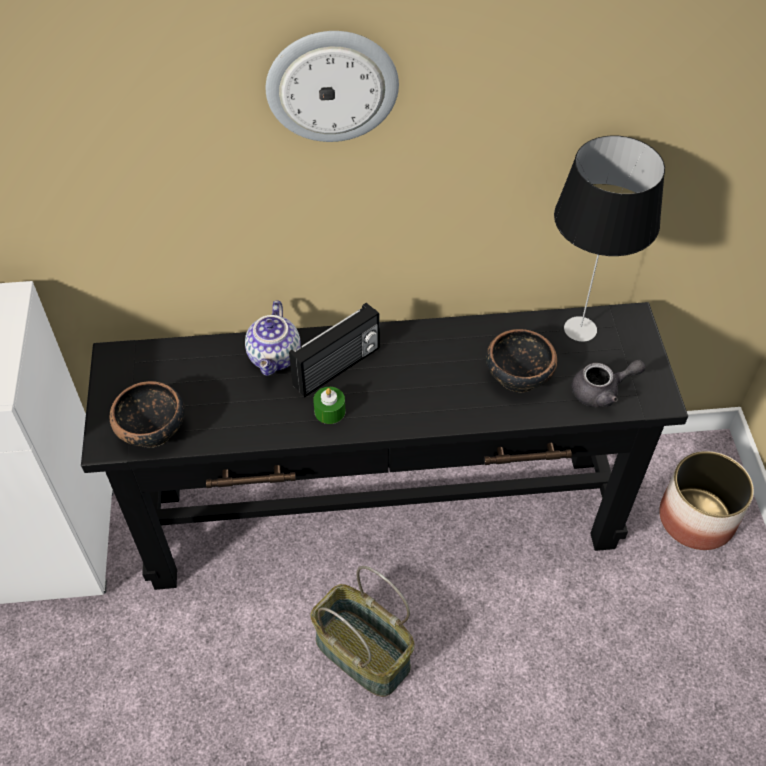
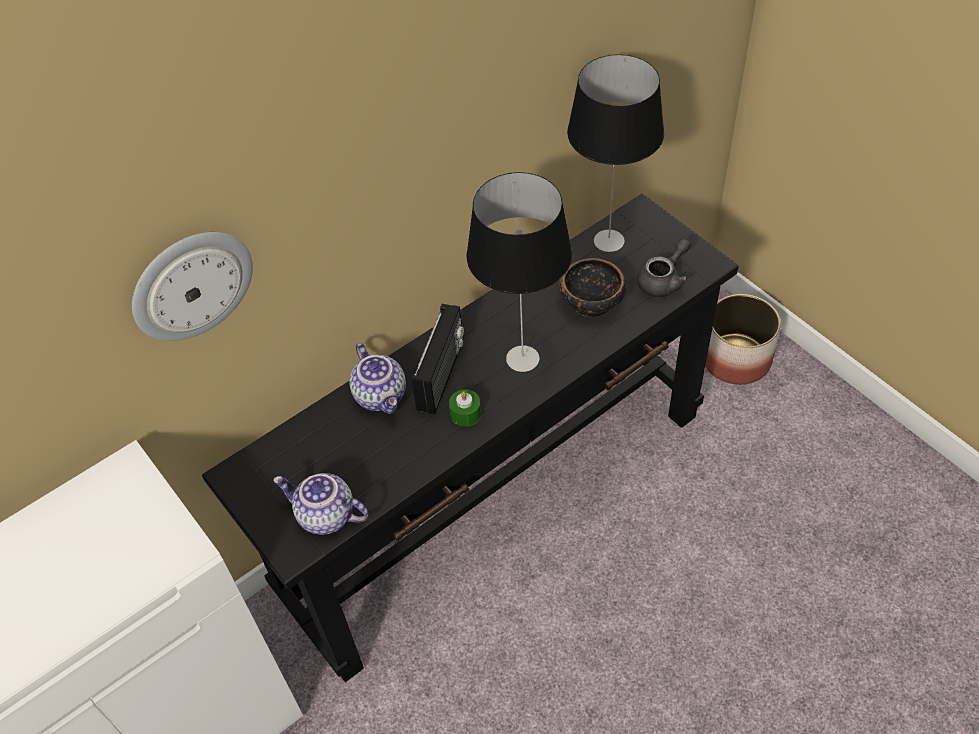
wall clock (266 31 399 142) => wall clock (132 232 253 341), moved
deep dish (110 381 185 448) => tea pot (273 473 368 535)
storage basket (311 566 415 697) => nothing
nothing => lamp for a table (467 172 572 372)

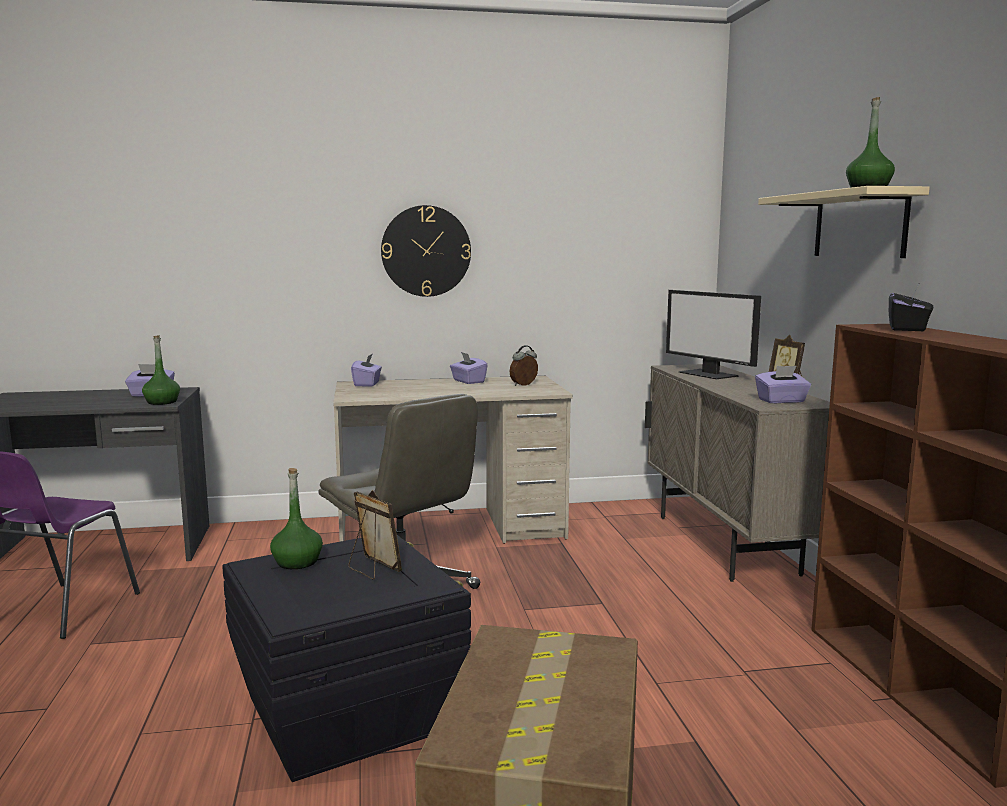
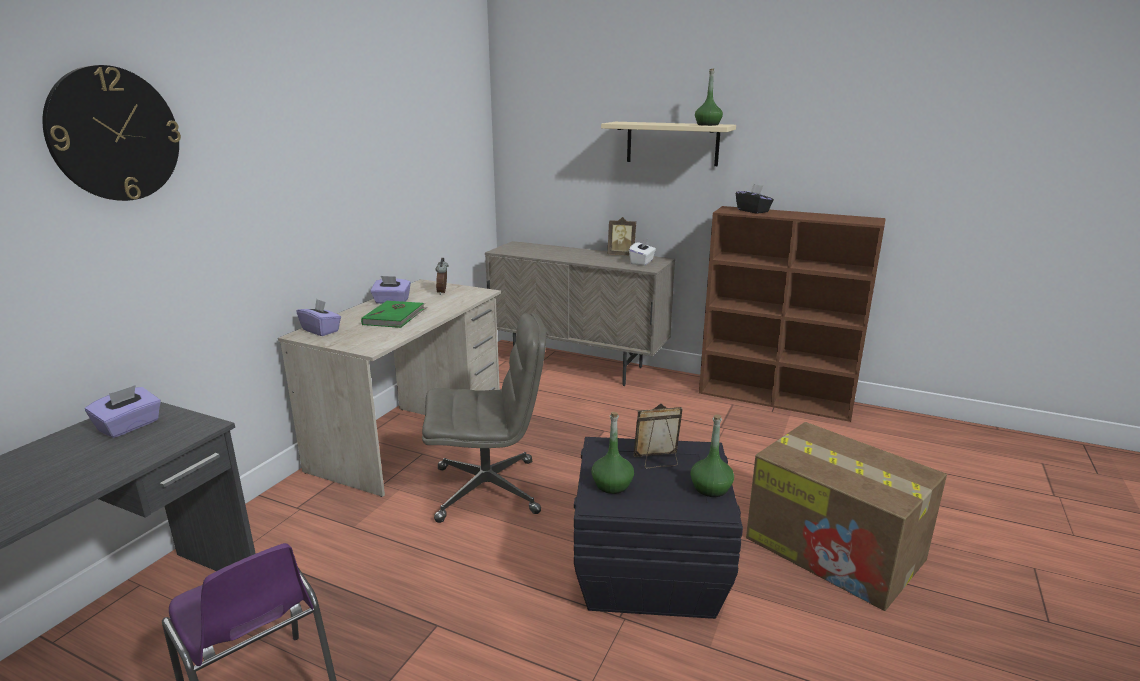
wall clock (381 205 471 297) => wall clock (42 65 181 201), moved
computer screen (666 290 761 379) => nothing
beverage bottle (green) (142 336 180 405) => beverage bottle (green) (690 414 734 497), moved
tissue box (purple) (755 366 811 403) => tissue box (white-coloured) (629 238 656 266)
nothing => book (green) (361 300 427 328)

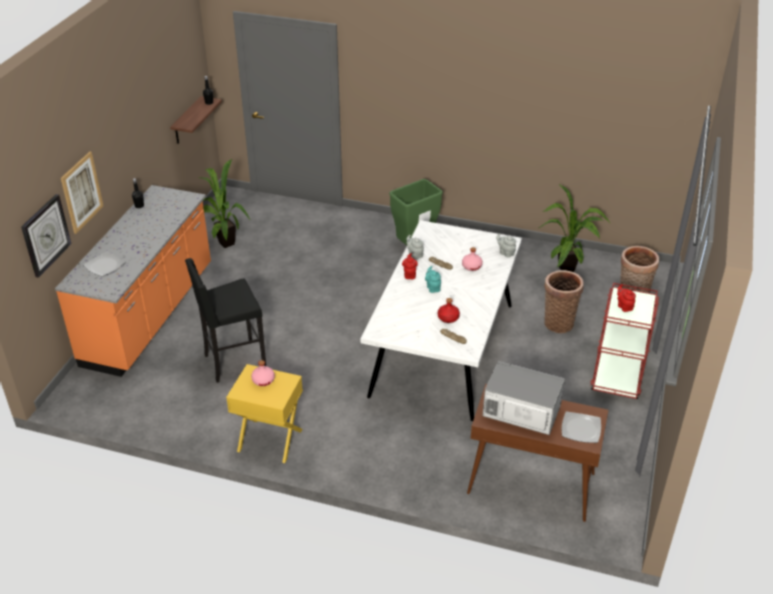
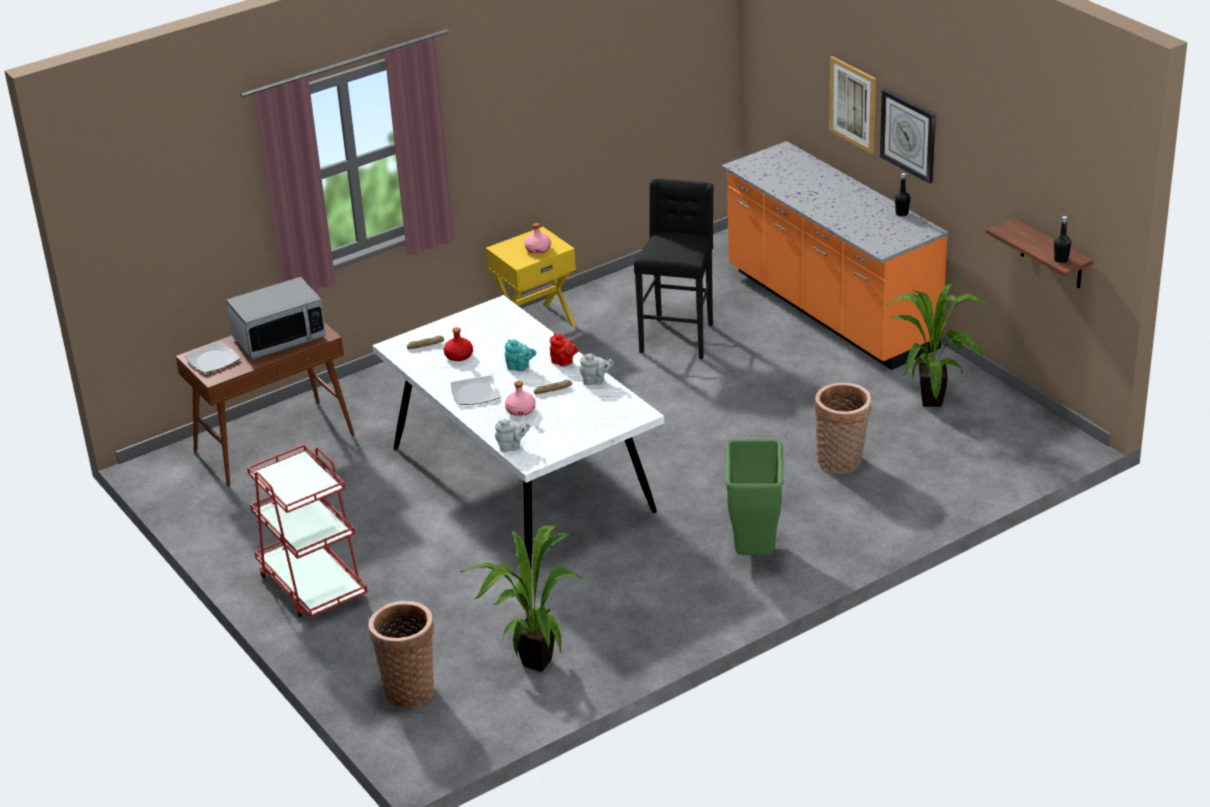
wall clock (21 194 71 278) => wall clock (880 89 936 184), moved
dinner plate (83 252 125 276) => dinner plate (451 375 500 405), moved
storage basket (544 270 584 333) => storage basket (814 383 871 474), moved
tea pot (reddish) (617 284 636 312) => nothing

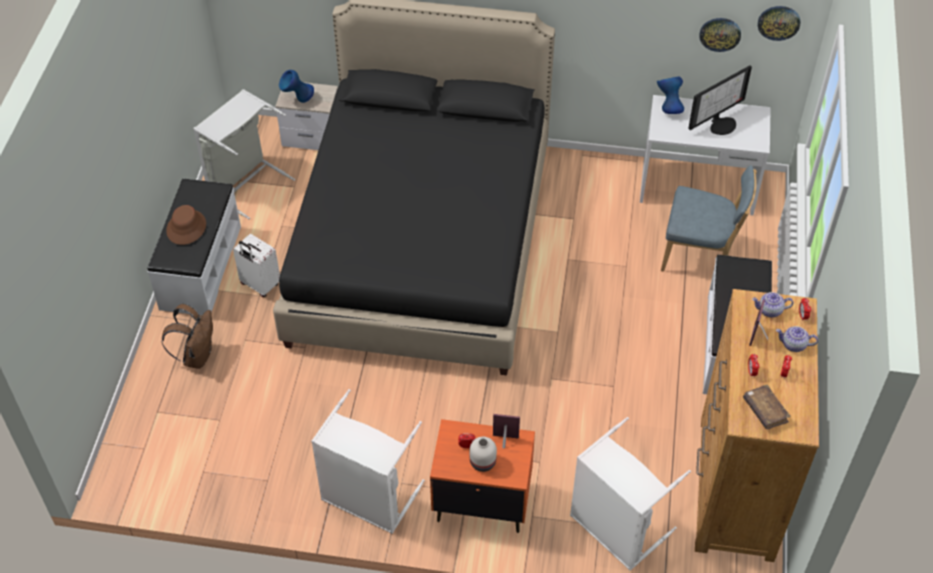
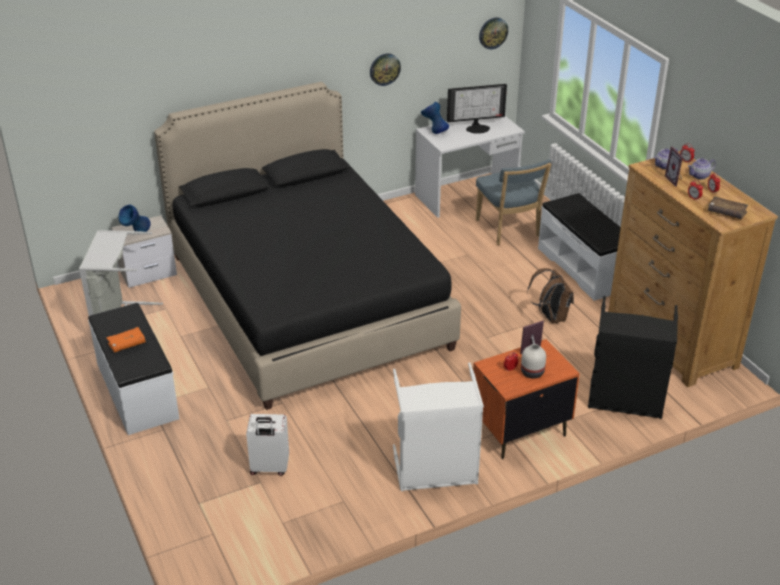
wall clock (699 18 741 52) => wall clock (370 54 401 86), moved
computer screen (688 65 752 135) => computer screen (447 84 507 134), 60 degrees clockwise
upright chair (blue) (661 165 757 272) => upright chair (blue) (476 159 551 245), 90 degrees clockwise
clothing hat (brown) (166 205 206 245) => book (orange) (106 327 146 353)
piece of luggage (white-coloured) (233 234 280 297) => piece of luggage (white-coloured) (246 414 289 476), moved
rucksack (brown) (162 304 213 369) => rucksack (brown) (527 268 574 324), moved
hamper (white-coloured) (570 417 691 571) => hamper (blackish) (588 296 678 419)

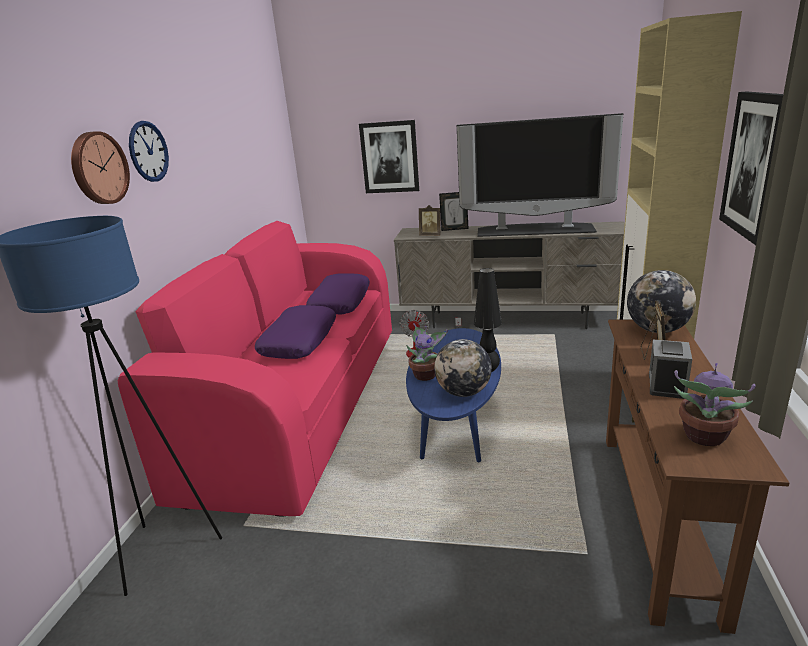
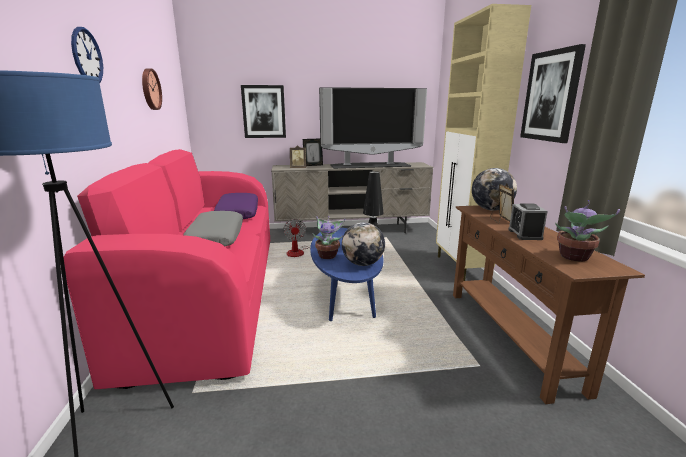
wall clock (71 131 130 204) => wall clock (142 68 162 110), moved
pillow (purple) (255 305 336 359) => pillow (greyish) (183 211 243 246)

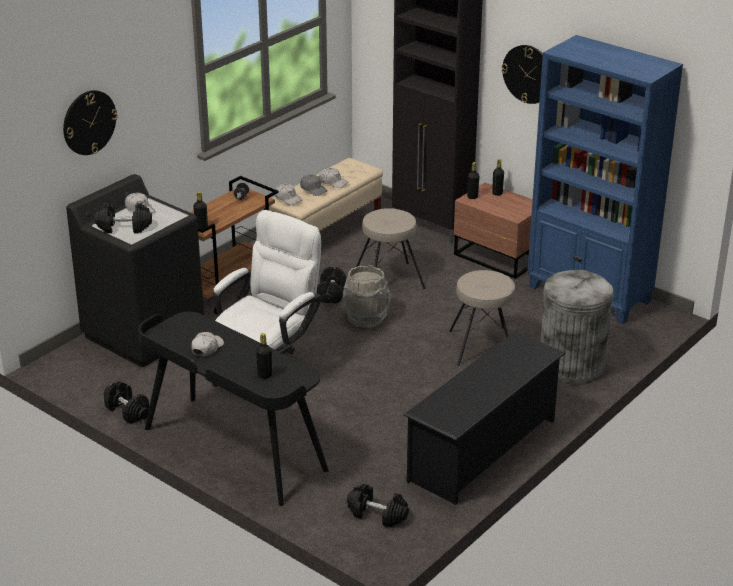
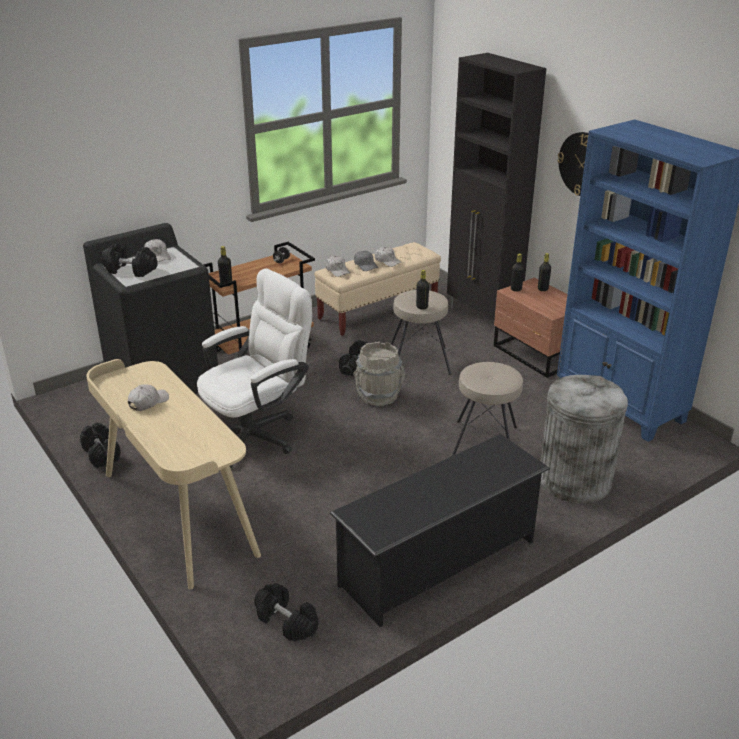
wall clock (63 90 118 155) => nothing
desk unit (blackish) (138 312 329 506) => desk unit (beige-coloured) (86 359 261 589)
beverage bottle (blackish) (256 333 272 378) => beverage bottle (blackish) (416 270 429 310), moved

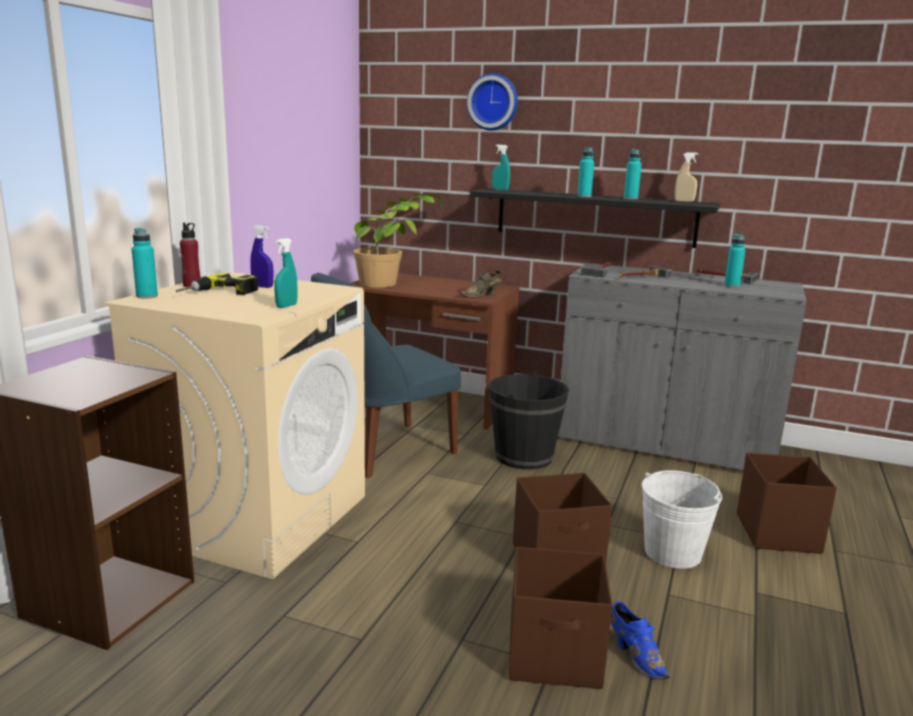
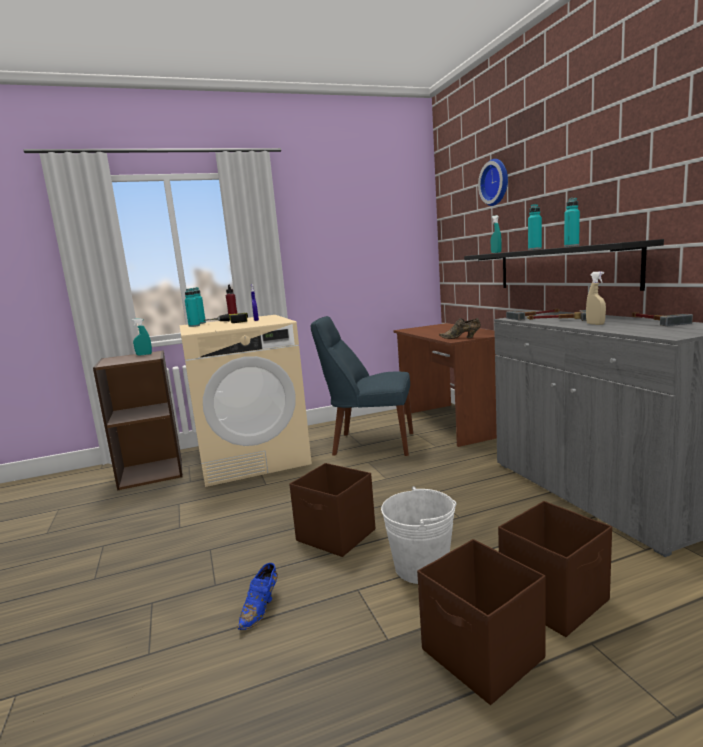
sprayer (beige-coloured) (675 152 699 202) => sprayer (beige-coloured) (586 271 606 325), moved
plant in a pot (353 193 444 288) => nothing
beverage bottle (blue-green) (724 234 746 287) => beverage bottle (blue-green) (185 288 200 327), moved
sprayer (blue-green) (274 238 297 308) => sprayer (blue-green) (131 318 152 355), moved
pail (blackish) (489 371 569 469) => nothing
storage bin (brown) (509 547 612 689) => storage bin (brown) (417 539 546 705), moved

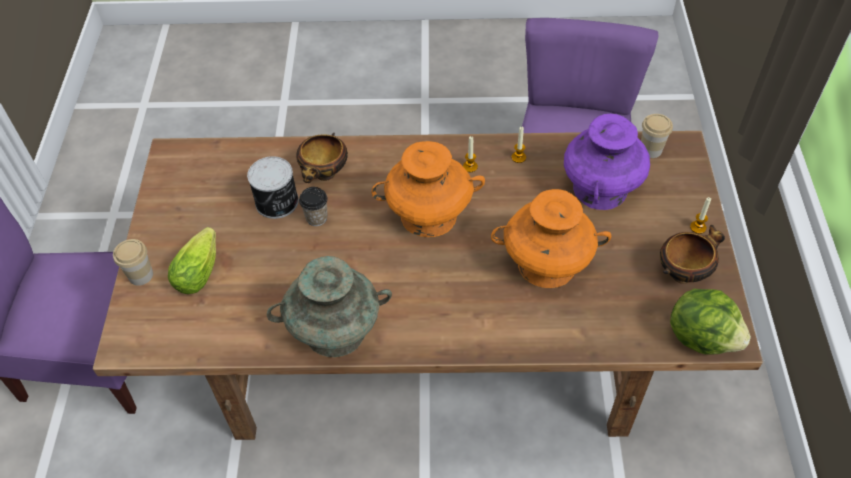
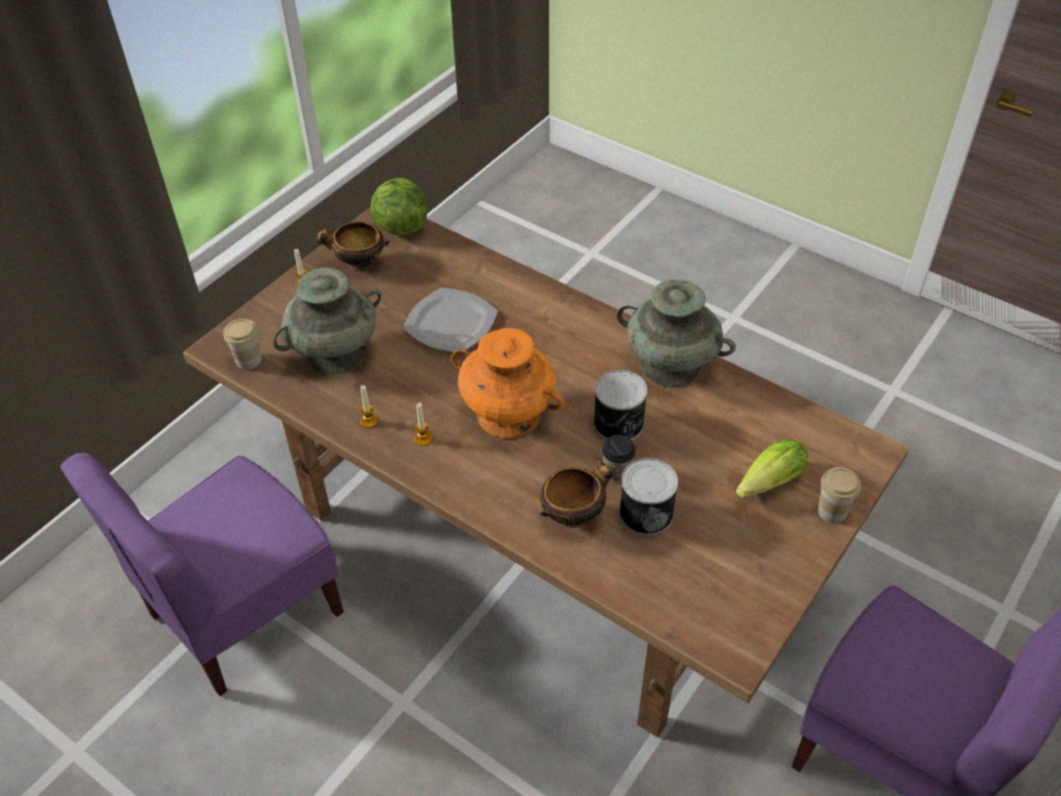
flower vase (purple) (564 114 650 210) => flower vase (blue-green) (273 268 381 375)
flower vase (orange) (491 189 611 288) => dinner plate (403 287 498 352)
nothing => metal can (593 370 648 440)

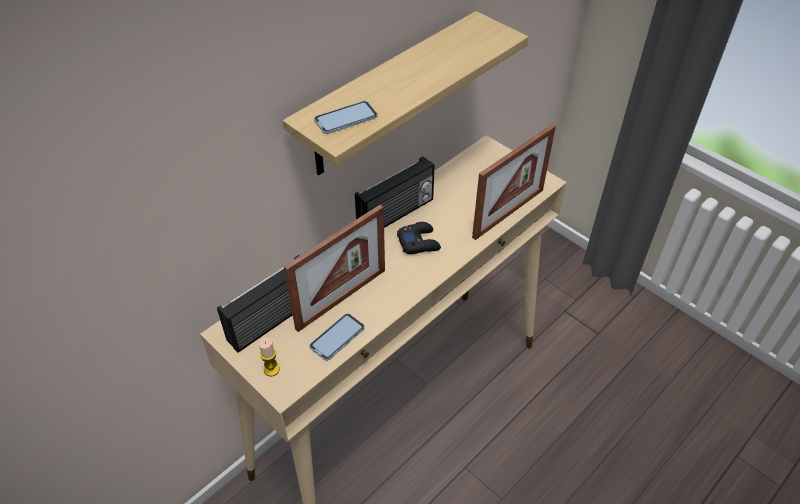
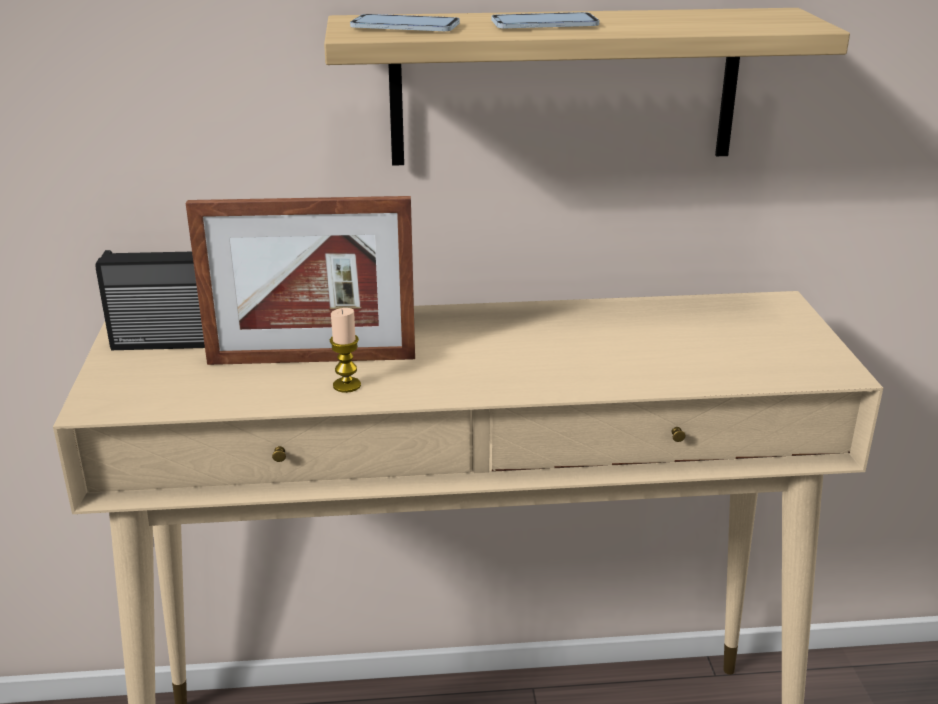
standing frame (472 124 556 240) => nothing
radio set (355 156 435 228) => nothing
gamepad (blackish) (397 222 441 254) => nothing
telephone (309 313 365 361) => telephone (491 12 599 28), moved
wax candle (259 338 280 377) => wax candle (330 308 361 393), moved

